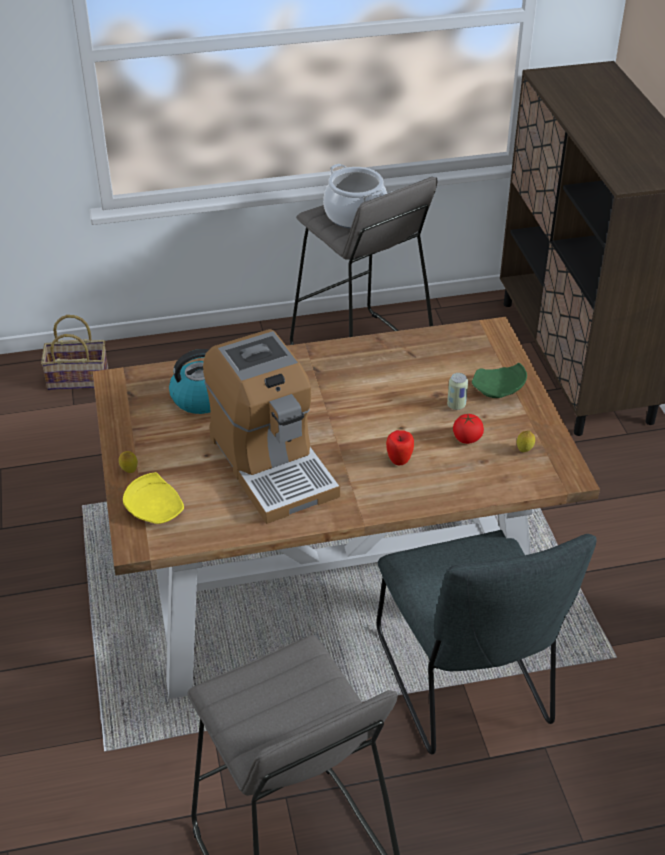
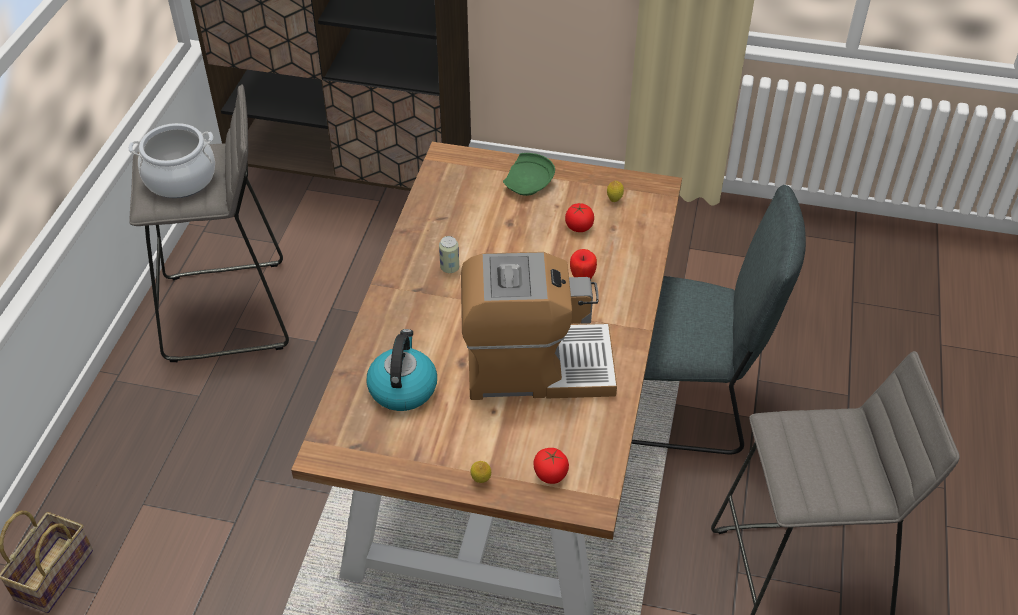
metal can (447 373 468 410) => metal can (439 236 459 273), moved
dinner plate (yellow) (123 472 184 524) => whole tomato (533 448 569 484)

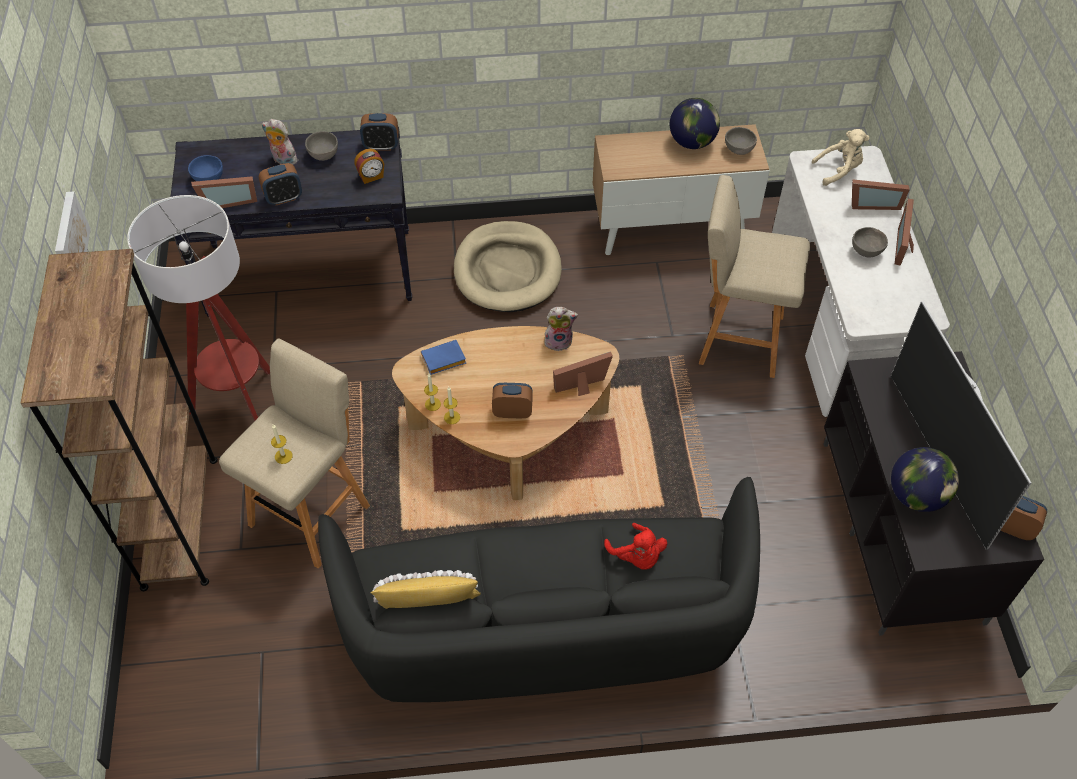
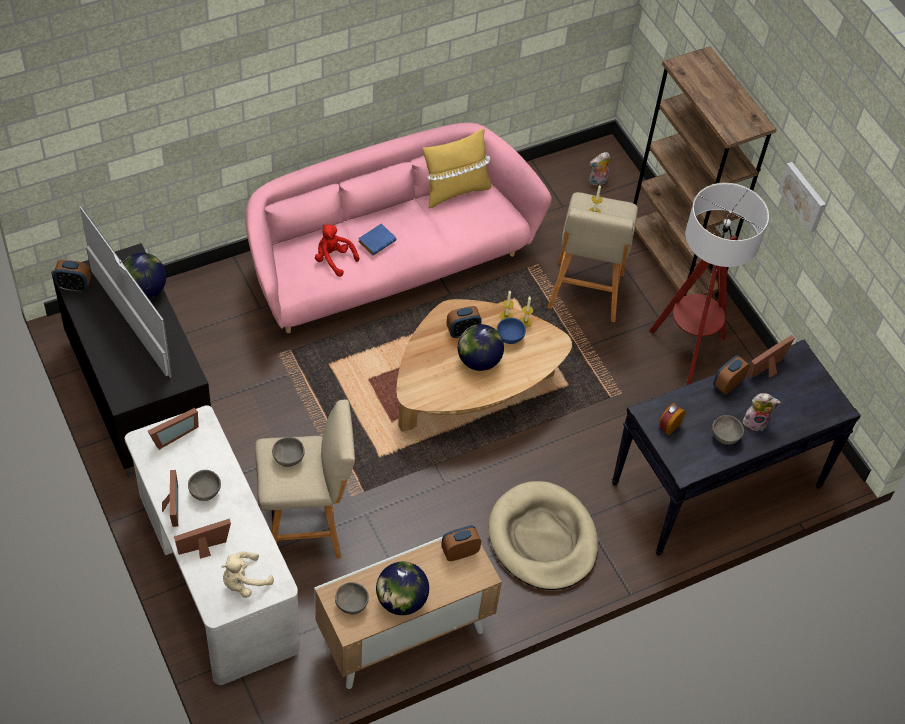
table clock (360 113 399 151) => table clock (441 526 481 561), moved
deep dish (blue) (188 155 223 181) => deep dish (blue) (497 318 526 344), moved
cuddly toy (544 307 578 351) => cuddly toy (589 152 610 186), moved
book (blue) (421 340 466 375) => book (blue) (358 224 396 255), moved
standing frame (553 351 613 396) => standing frame (148 408 199 450), moved
settee (blackish) (318 477 760 702) => settee (pinkish) (245 123 552 333)
nothing => world globe (458 324 504 371)
nothing => deep dish (greyish) (272 437 305 467)

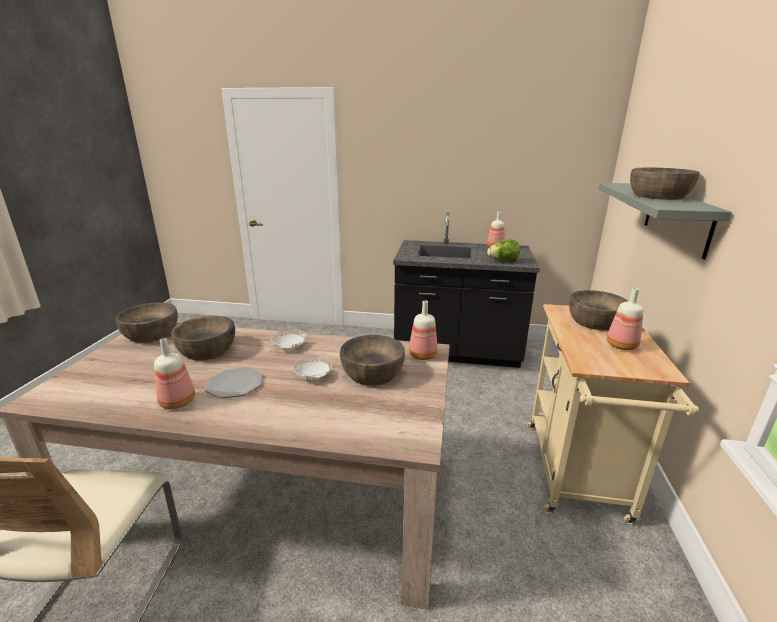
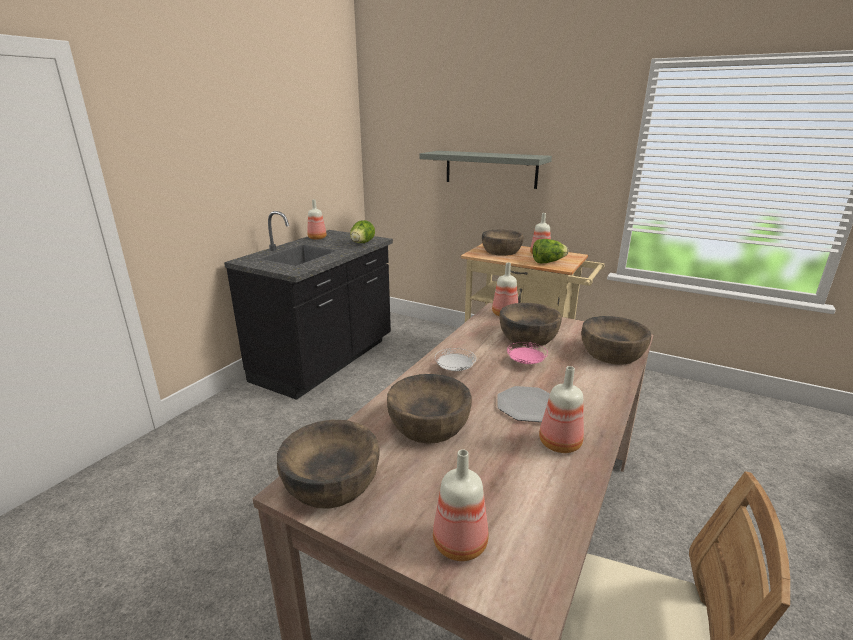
deep dish (brown) (630 168 700 200) => deep dish (brown) (581 316 651 365), moved
dinner plate (white-coloured) (293 356 333 379) => dinner plate (pinkish) (507 342 548 364)
nothing => head of lettuce (533 239 568 263)
nothing => beverage bottle (433 449 488 561)

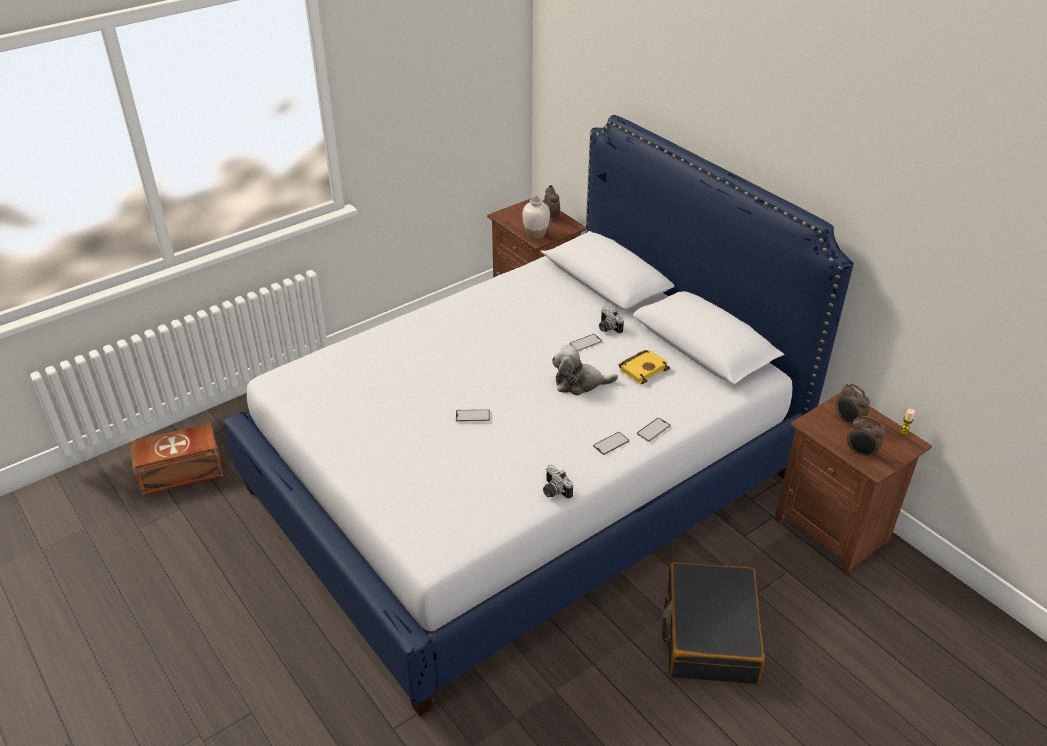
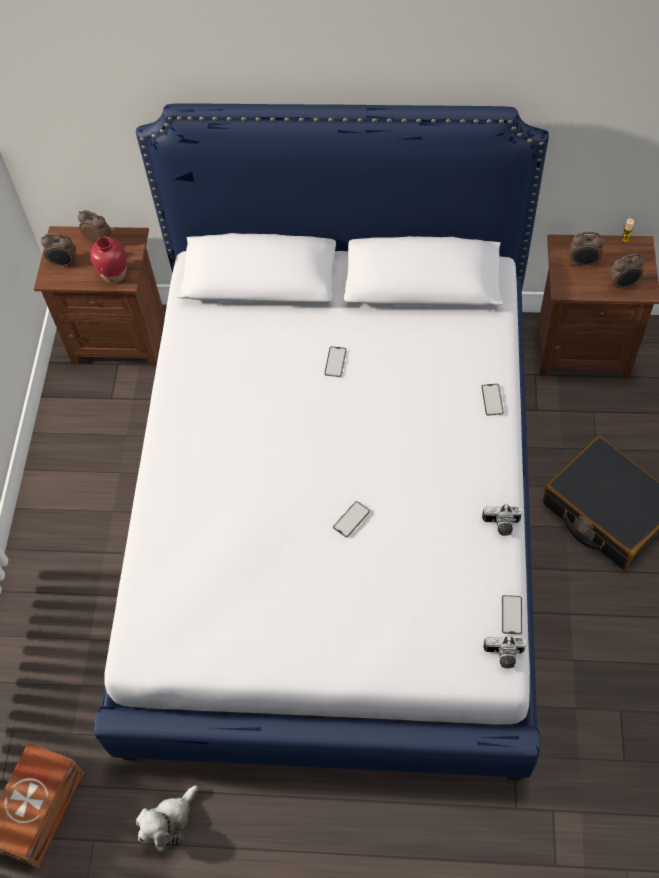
flower vase (white-coloured) (522 197 550 239) => flower vase (reddish) (90 236 127 283)
photo camera (599 307 624 334) => photo camera (483 635 526 668), moved
cuddly toy (552 345 618 395) => cuddly toy (136 785 199 852), moved
book (yellow) (619 350 670 384) => nothing
telephone (593 432 629 455) => telephone (502 595 522 635), moved
nothing => table clock (41 233 76 266)

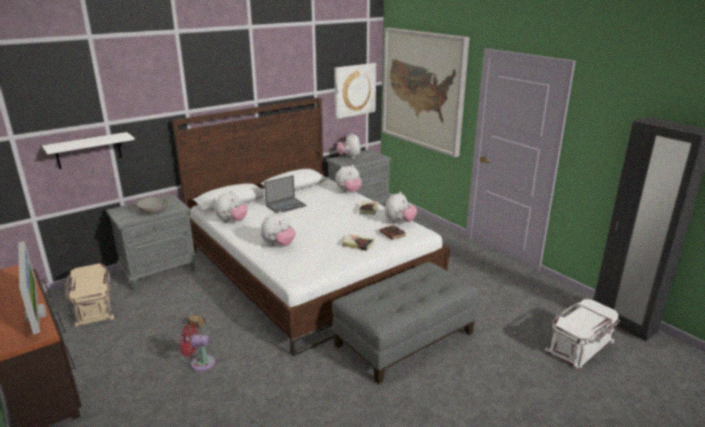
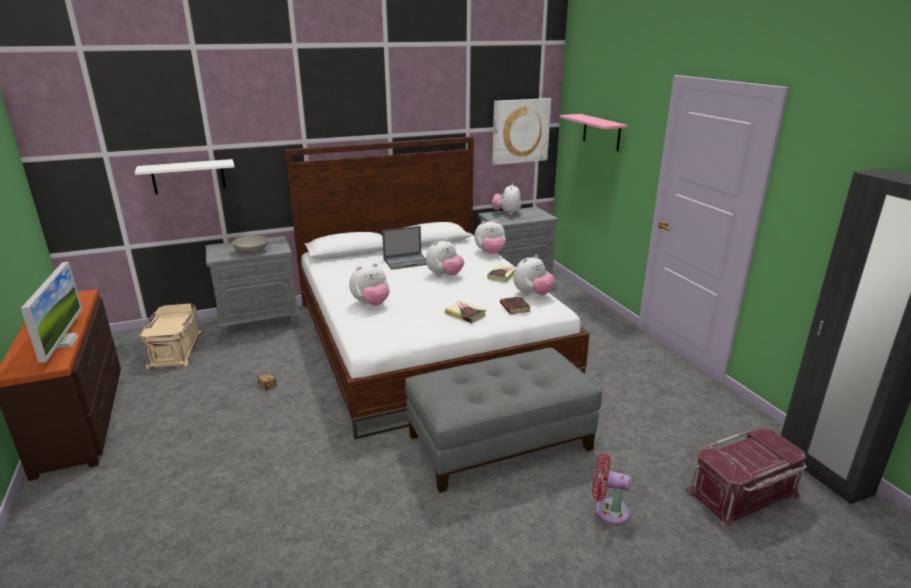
wall picture (382 28 470 158) => bracket shelf (pinkish) (560 114 628 151)
cuddly toy (215 190 248 222) => cuddly toy (426 238 464 276), moved
storage bin (white-coloured) (545 299 620 371) => storage bin (reddish) (686 428 807 528)
electric fan (reddish) (179 324 215 371) => electric fan (reddish) (592 454 631 525), moved

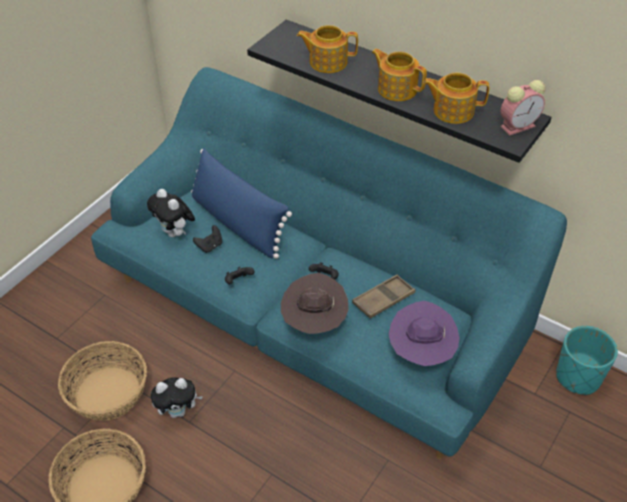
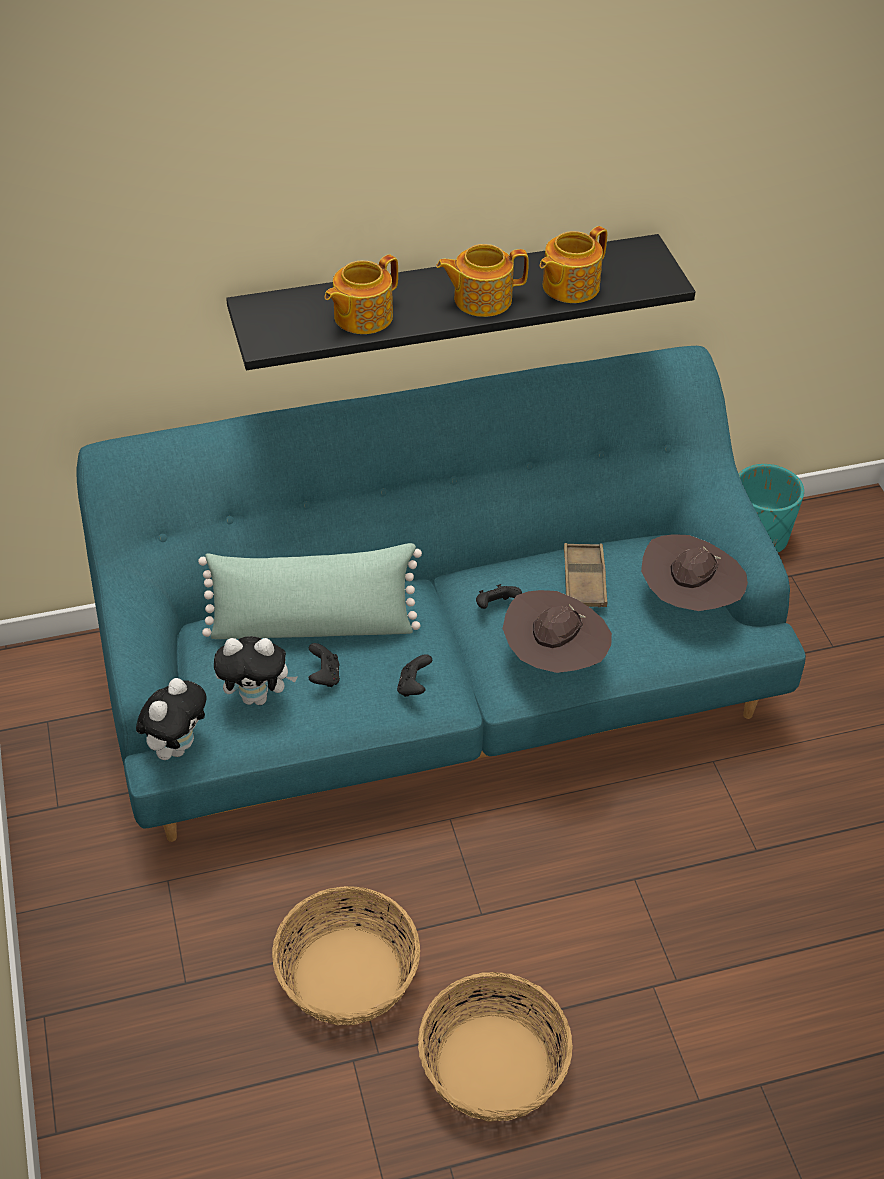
table clock (500 80 546 135) => nothing
pillow (blue) (191 148 292 259) => pillow (green) (198 543 422 639)
clothing hat (purple) (389 301 460 366) => clothing hat (brown) (641 534 748 611)
cuddly toy (151 377 203 418) => cuddly toy (136 678 207 760), moved

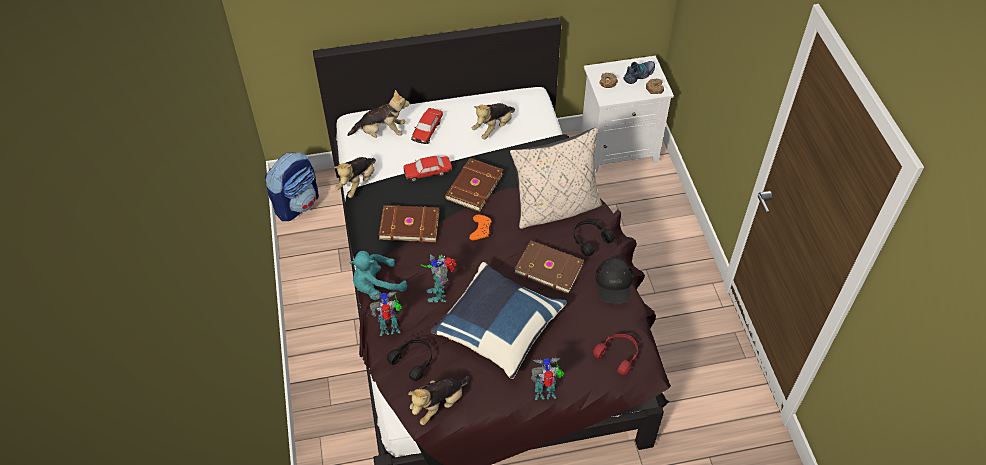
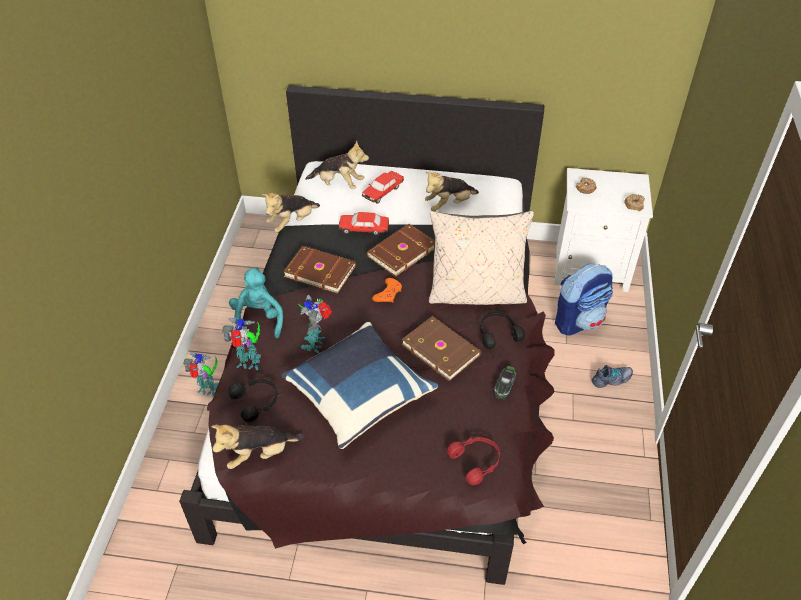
shoe (624 61 655 84) => shoe (592 365 633 388), moved
rucksack (265 152 319 221) => rucksack (555 263 613 336), moved
cuddly toy (blue-green) (349 251 407 300) => cuddly toy (blue-green) (229 267 283 338), 90 degrees clockwise
peaked cap (blackish) (595 258 633 304) => model car (493 366 517 400)
robot figure (531 356 564 400) => robot figure (183 352 218 397), moved

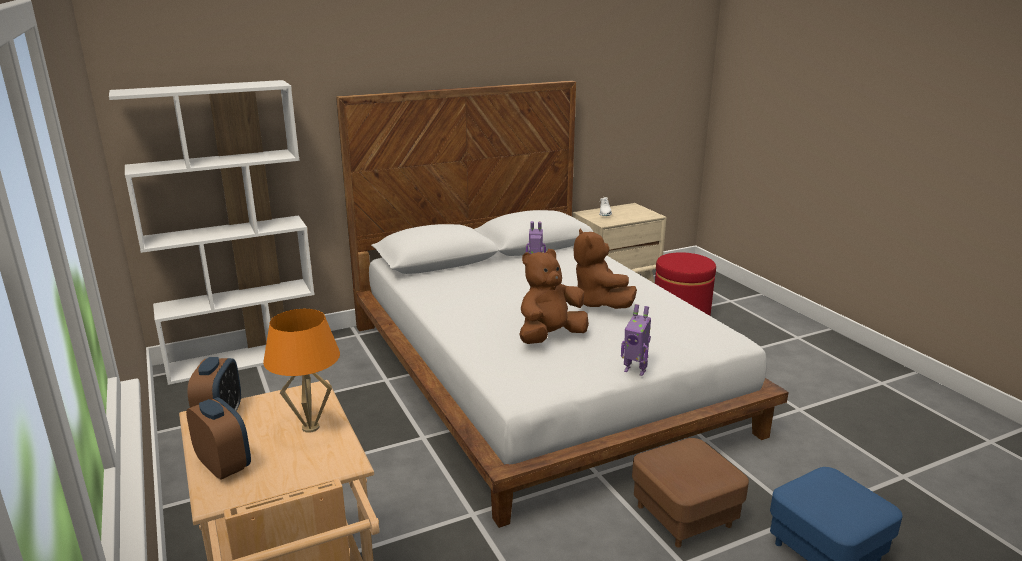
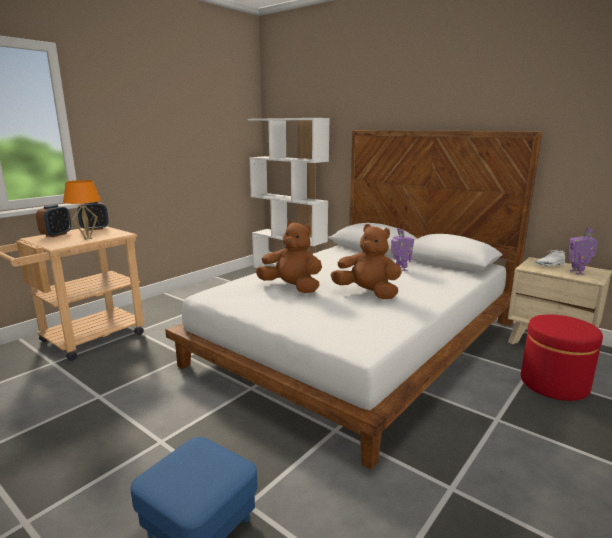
cuddly toy (brown) (573 229 637 309) => cuddly toy (brown) (331 224 402 299), 75 degrees clockwise
robot figure (621 304 651 376) => robot figure (568 227 598 275), moved
footrest (brown) (632 438 749 548) => nothing

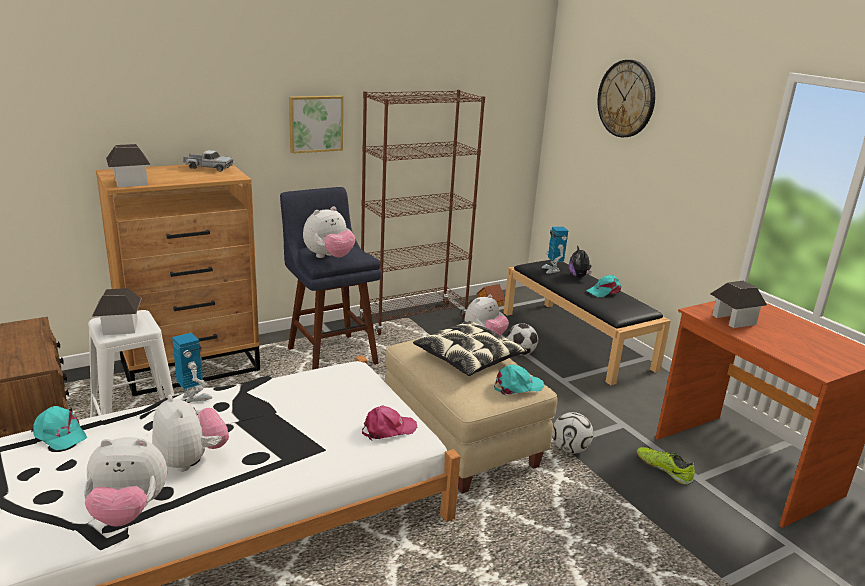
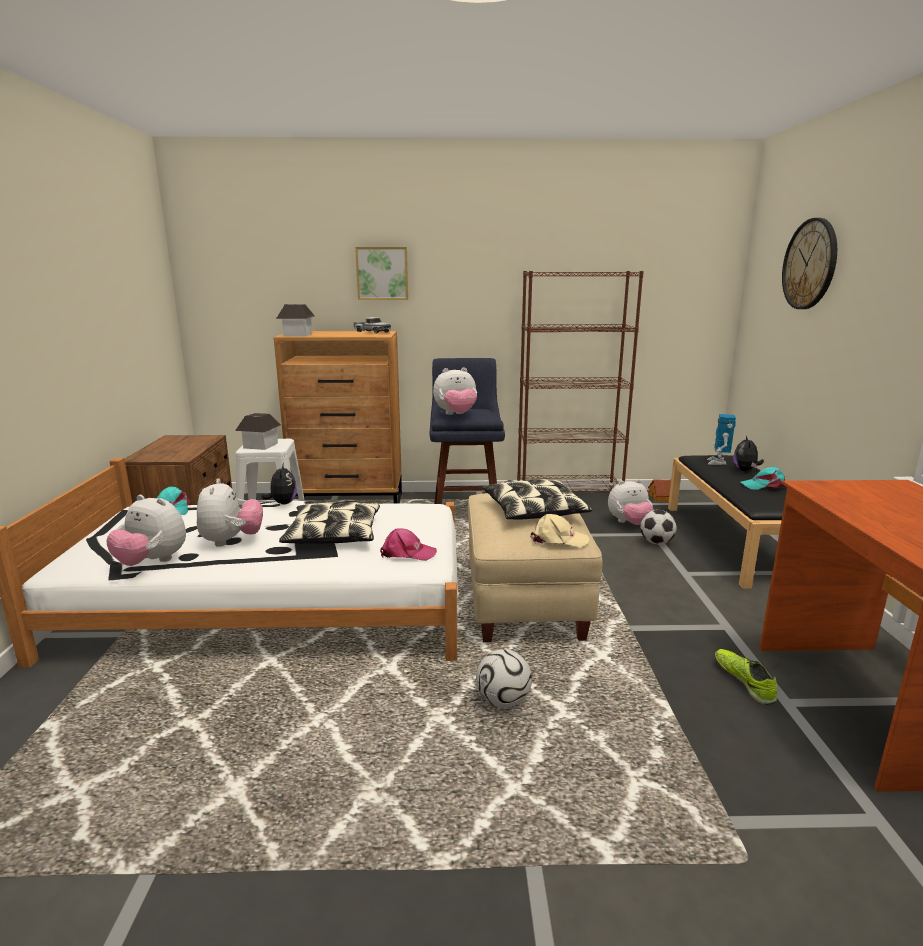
wall picture (289 95 343 154) => wall picture (355 247 408 300), moved
toy house (711 281 767 328) => nothing
robot figure (172 332 213 402) => cuddly toy (261 463 297 504)
peaked cap (blue-green) (494 364 545 395) => peaked cap (beige-coloured) (530 514 589 547)
football (552 412 593 454) => football (476 649 532 708), moved
nothing => pillow (279 501 380 544)

